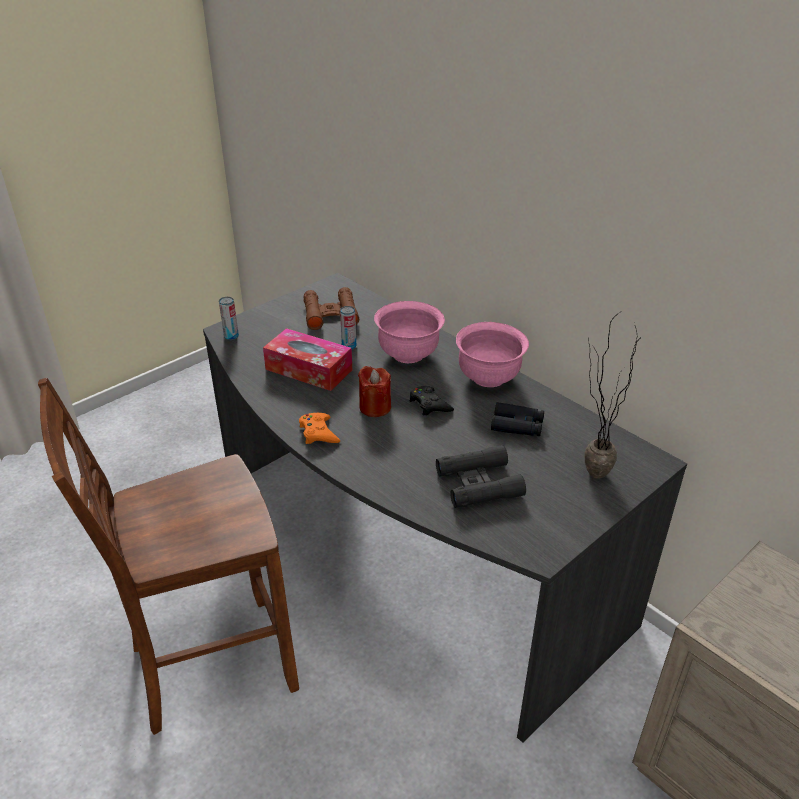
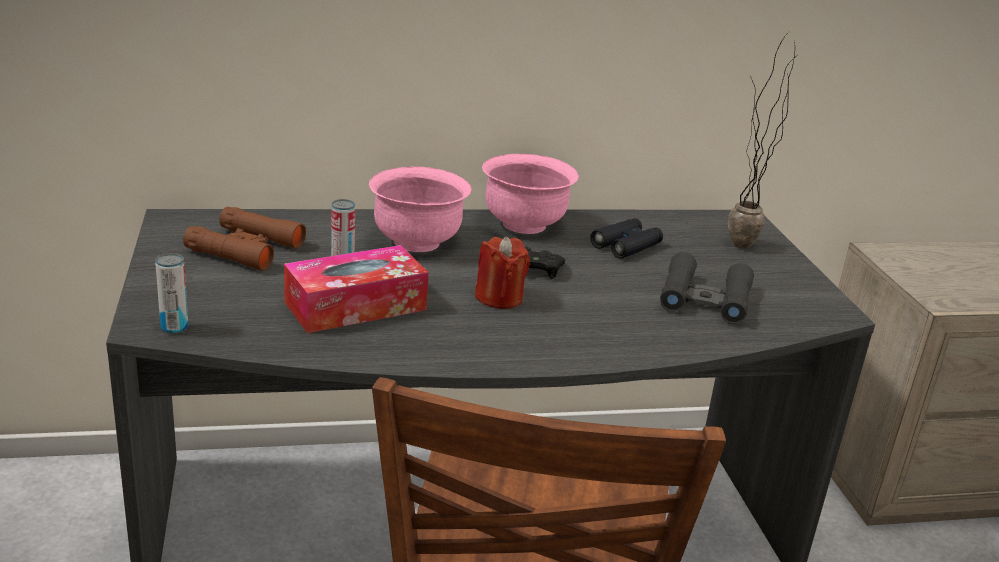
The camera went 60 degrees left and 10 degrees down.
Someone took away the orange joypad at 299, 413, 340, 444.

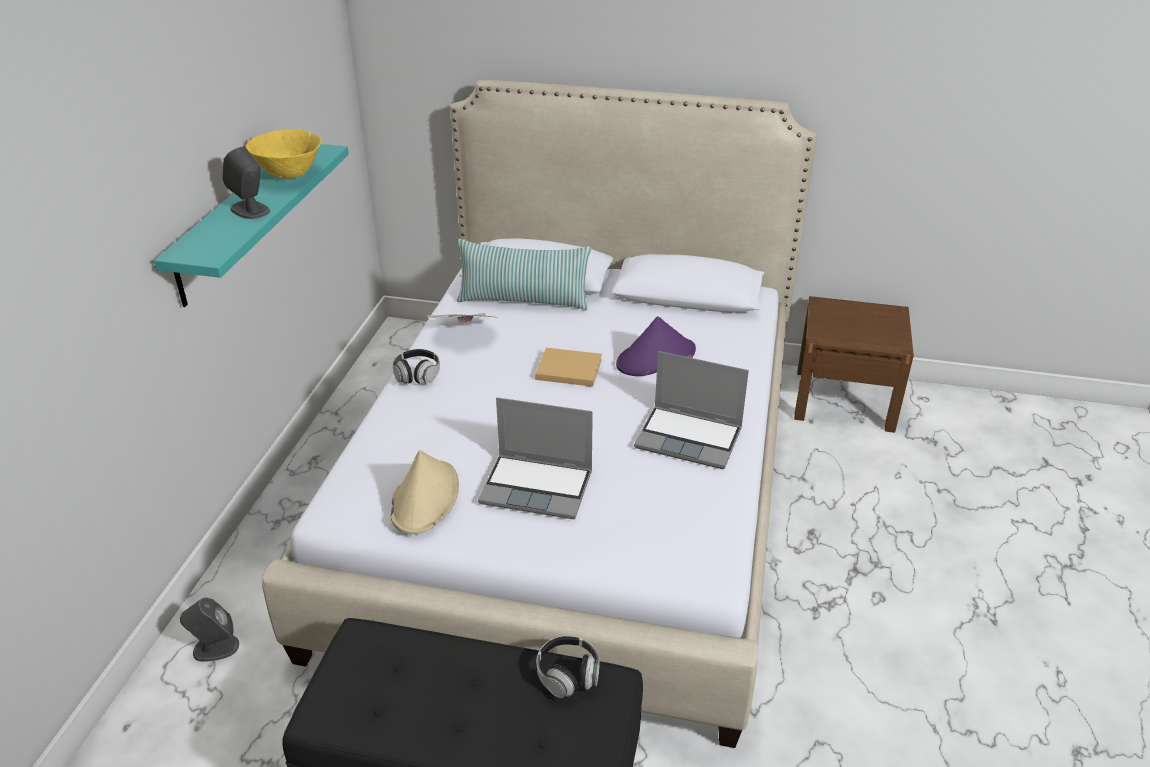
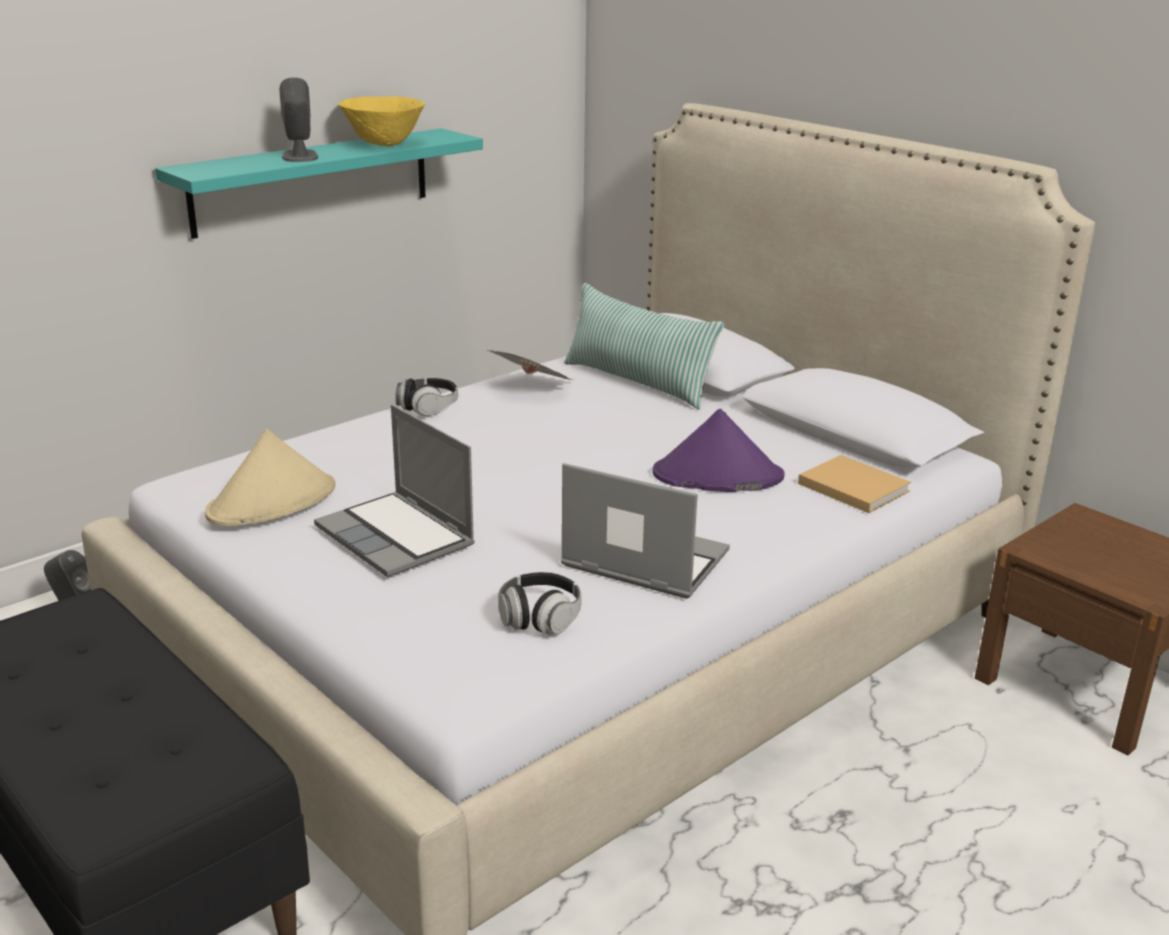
The camera went 35 degrees right and 10 degrees down.
Someone carried the beige-coloured bound book from 535, 348, 602, 387 to 798, 455, 911, 513.
Someone carried the pair of headphones from 537, 636, 600, 698 to 498, 572, 581, 634.
Someone rotated the portable computer at 634, 351, 749, 469 by 150 degrees clockwise.

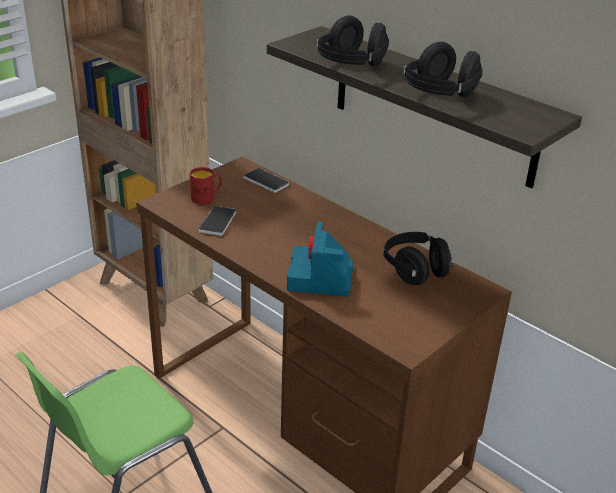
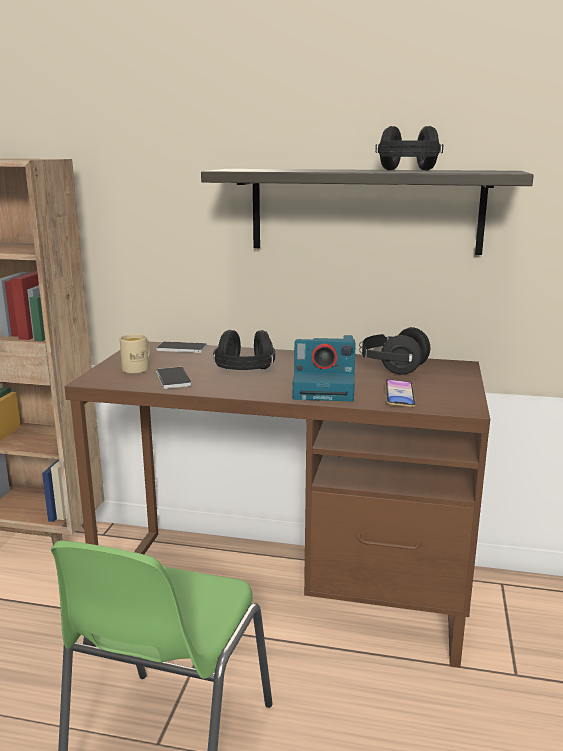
The camera went 30 degrees left and 15 degrees down.
Someone repainted the red-coloured coffee mug at 190, 167, 222, 205, which became the beige-coloured coffee mug at 120, 334, 151, 374.
Someone rotated the still camera at 287, 222, 353, 296 by 60 degrees counterclockwise.
Someone carried the blackish pair of headphones from 316, 16, 389, 67 to 213, 330, 275, 370.
Someone put down the telephone at 385, 379, 416, 407.

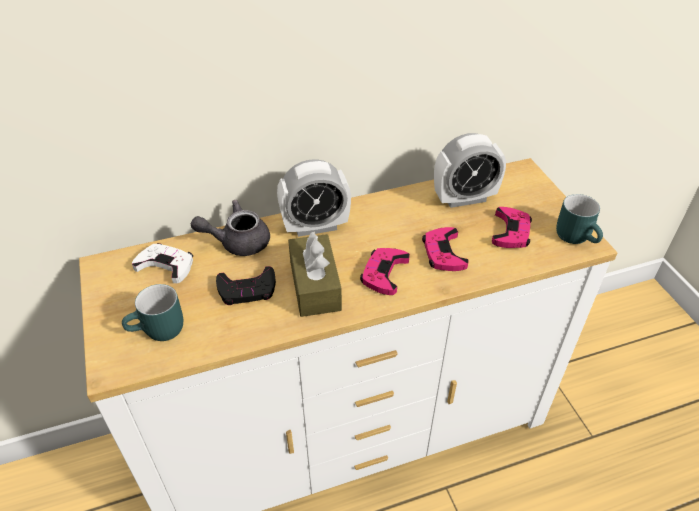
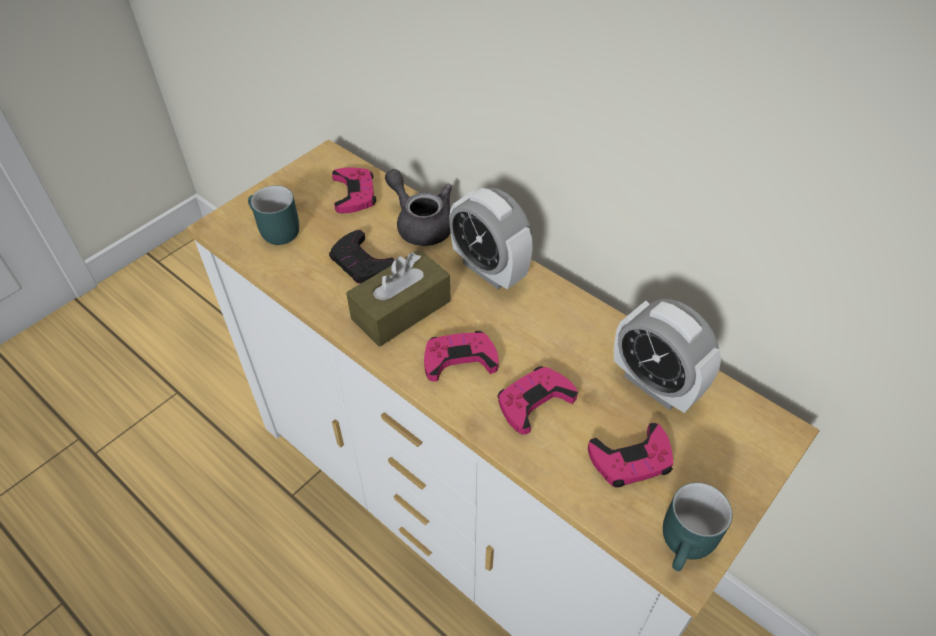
The camera went 60 degrees right and 5 degrees up.
Someone repainted the whitish joypad at 132, 243, 193, 283, which became the pinkish joypad at 332, 167, 376, 213.

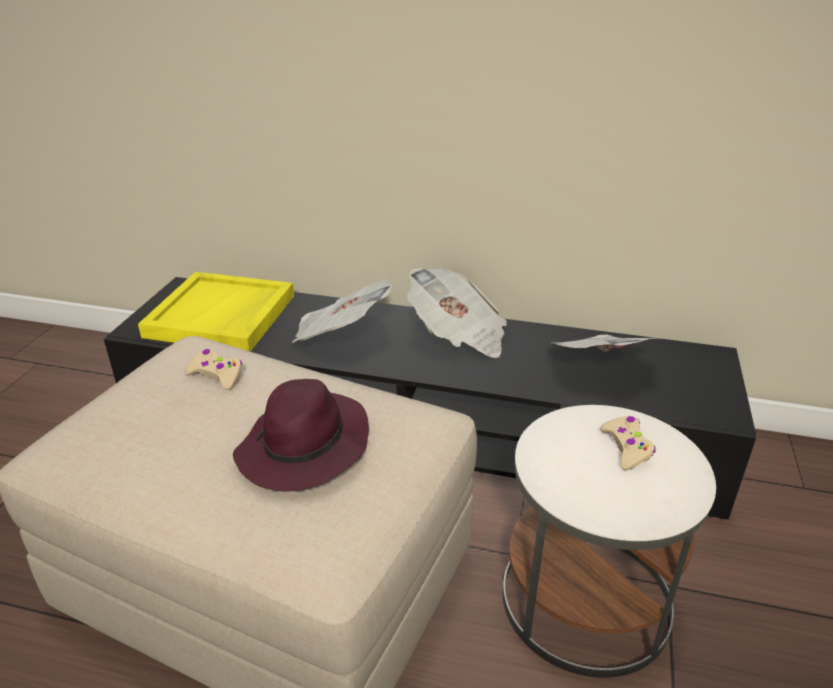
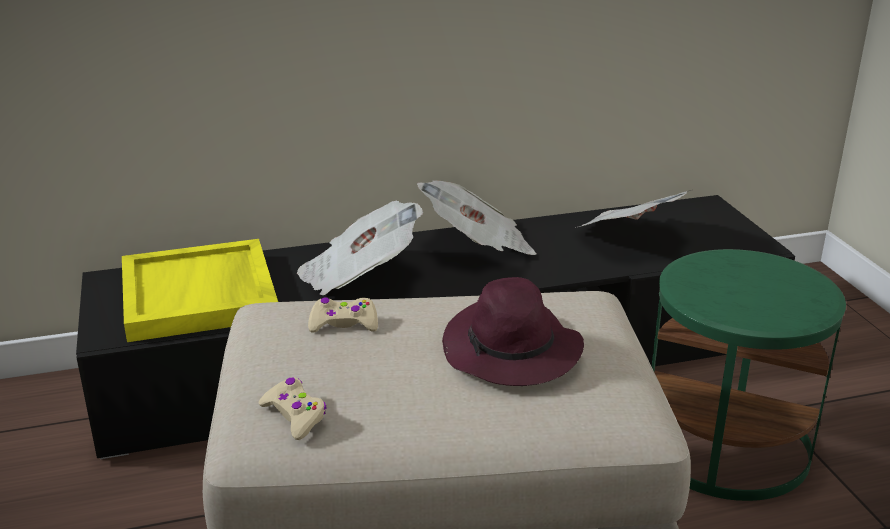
The camera went 30 degrees left and 5 degrees down.
Someone repainted the whitish end table at 503, 405, 716, 678, which became the green end table at 652, 249, 846, 501.
Someone carried the beige-coloured joypad from 600, 416, 656, 470 to 258, 377, 327, 440.

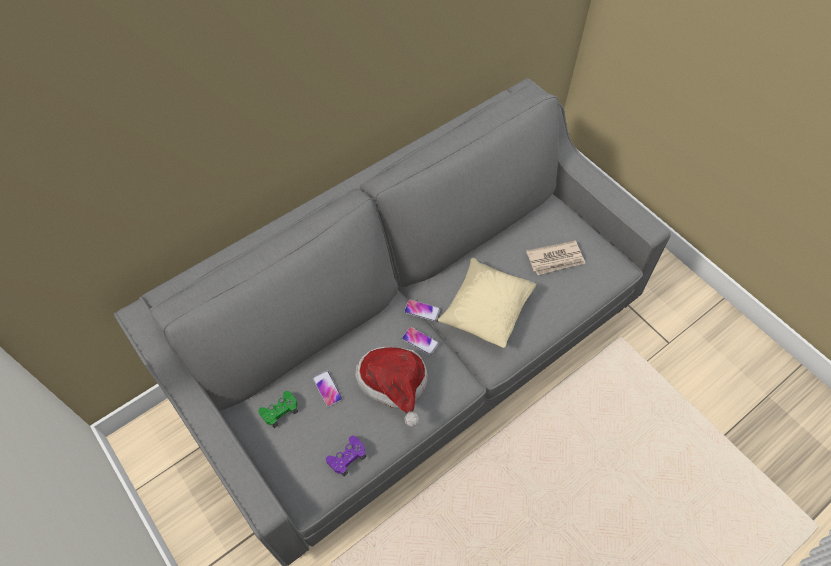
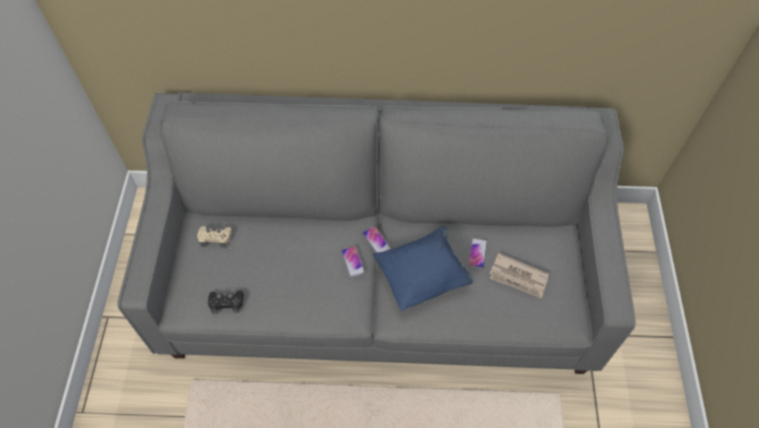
The camera went 40 degrees right and 0 degrees up.
Someone repainted the green joypad at 258, 391, 298, 428, which became the beige-coloured joypad at 197, 226, 232, 248.
Someone carried the telephone from 313, 371, 342, 407 to 468, 238, 487, 269.
Someone repainted the purplish joypad at 326, 436, 366, 476, which became the blackish joypad at 208, 290, 244, 314.
Someone took away the wearable hat at 355, 346, 427, 427.
Someone repainted the beige-coloured cushion at 438, 258, 536, 348, which became the bluish cushion at 373, 226, 474, 311.

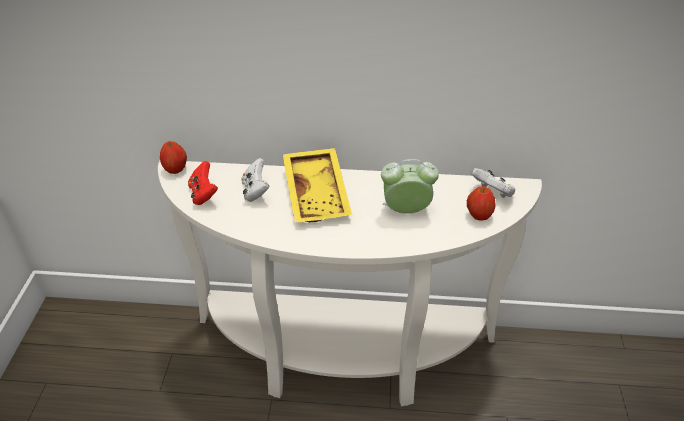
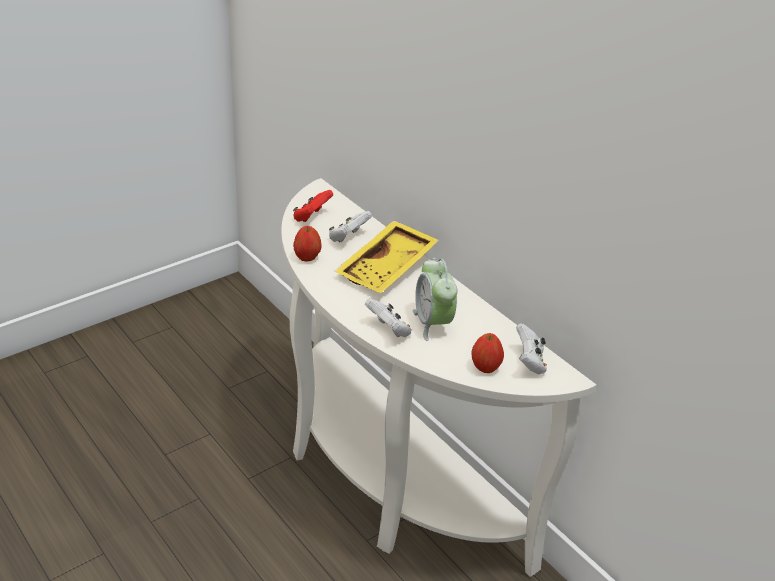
The camera went 45 degrees right and 5 degrees down.
Someone carried the whole apple from 160, 141, 187, 174 to 293, 226, 322, 262.
Someone rotated the bedside clock at 381, 159, 439, 214 by 150 degrees counterclockwise.
Someone put down the whitish joypad at 365, 298, 412, 337.

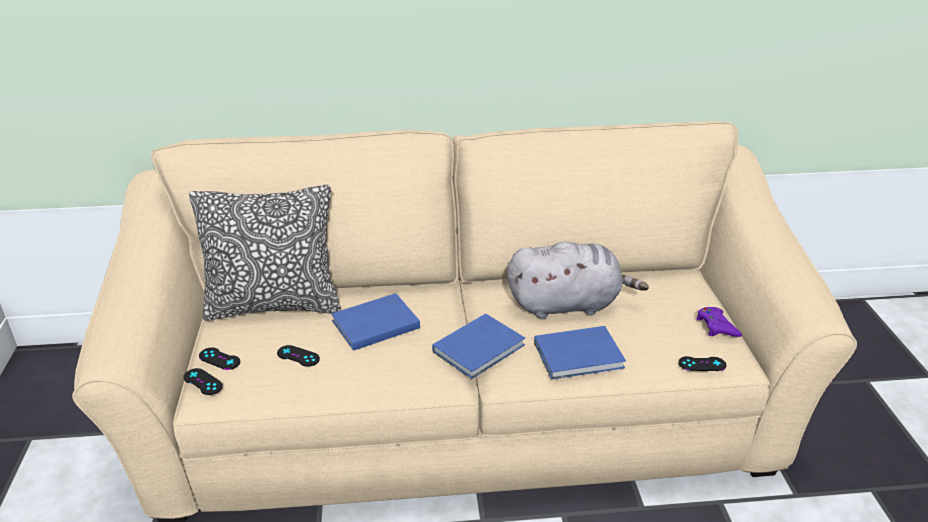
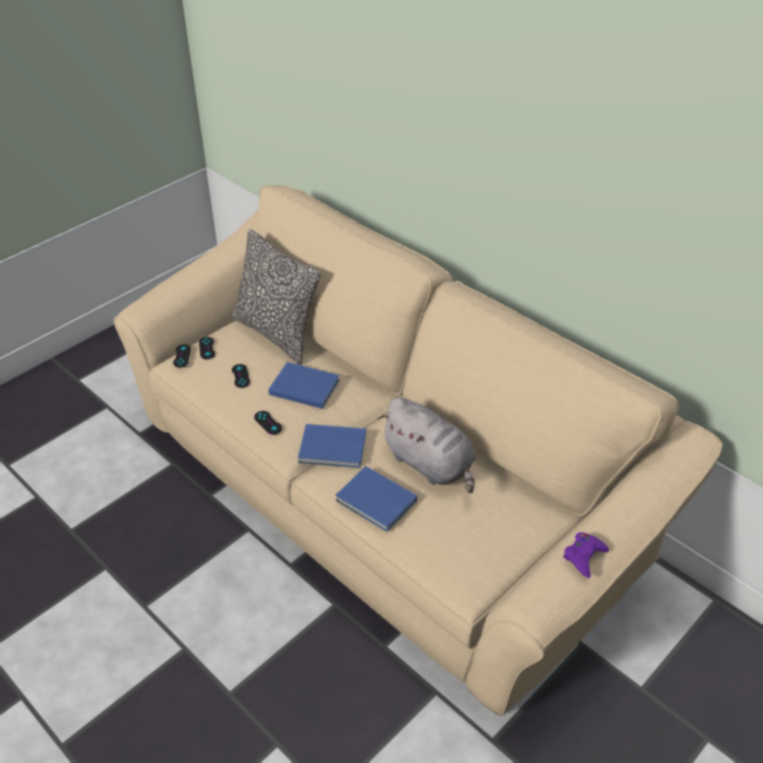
The camera went 50 degrees right and 10 degrees up.
Someone carried the blackish joypad from 678, 356, 727, 371 to 254, 411, 282, 435.
Someone carried the purplish joypad from 696, 307, 742, 337 to 563, 532, 609, 578.

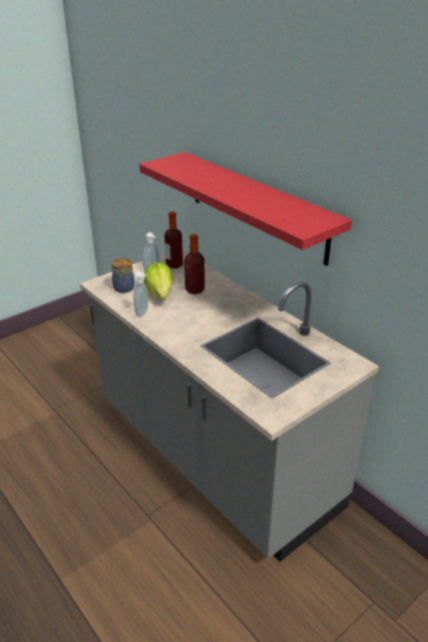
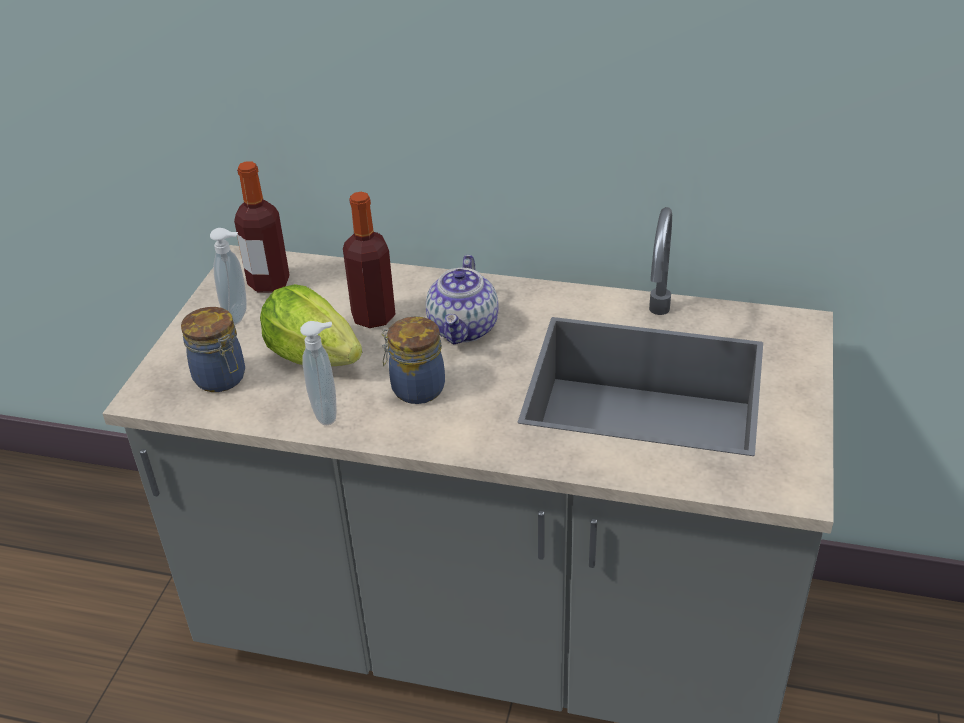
The camera went 35 degrees left and 5 degrees up.
Someone took away the red-coloured bracket shelf at 139, 152, 352, 266.
Someone put down the storage jar at 381, 317, 445, 404.
Someone put down the tea pot at 426, 255, 499, 345.

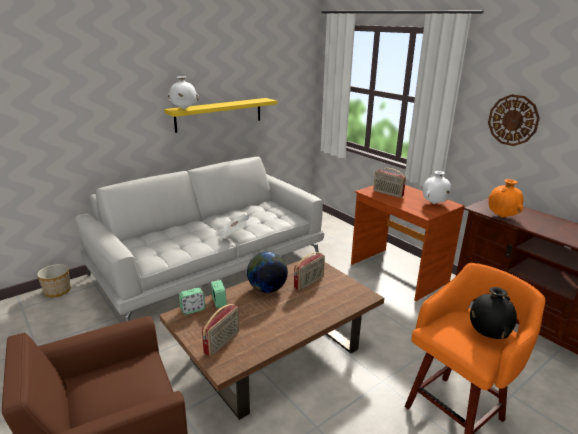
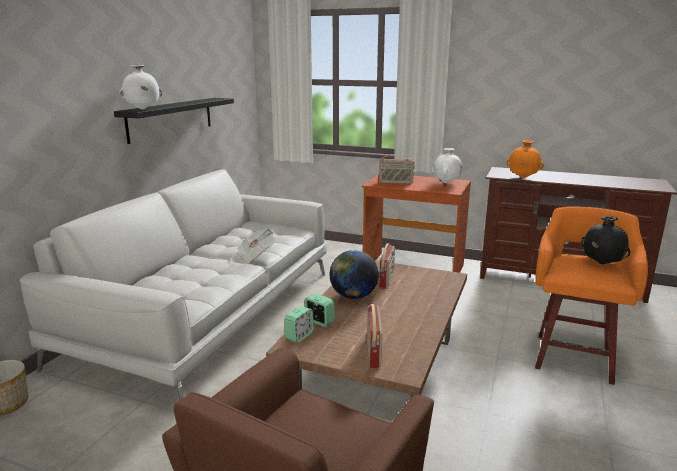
The camera went 30 degrees left and 5 degrees down.
Someone repainted the yellow-coloured bracket shelf at 164, 98, 277, 133, which became the blackish bracket shelf at 114, 98, 234, 144.
Someone took away the hanging clock at 488, 94, 540, 146.

